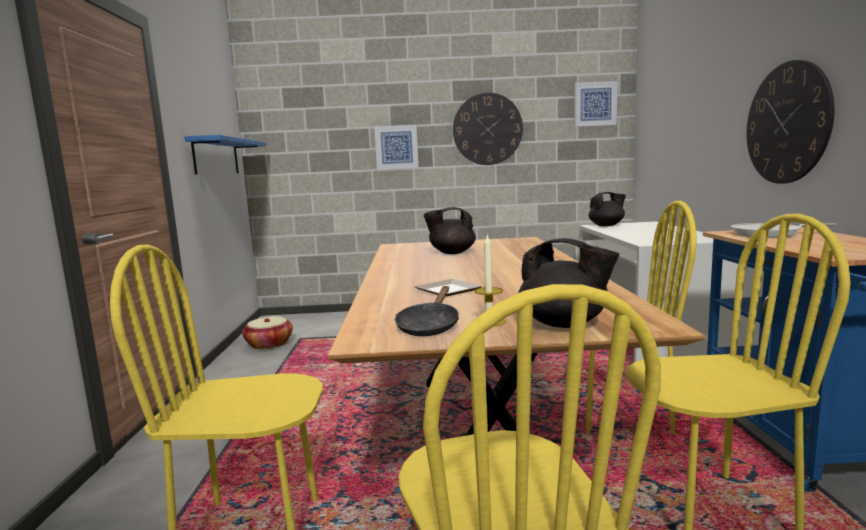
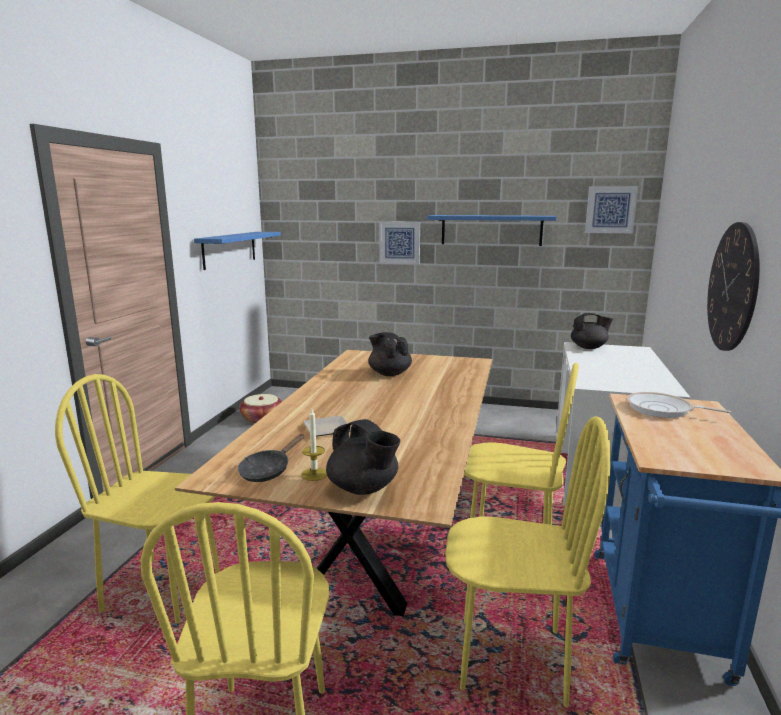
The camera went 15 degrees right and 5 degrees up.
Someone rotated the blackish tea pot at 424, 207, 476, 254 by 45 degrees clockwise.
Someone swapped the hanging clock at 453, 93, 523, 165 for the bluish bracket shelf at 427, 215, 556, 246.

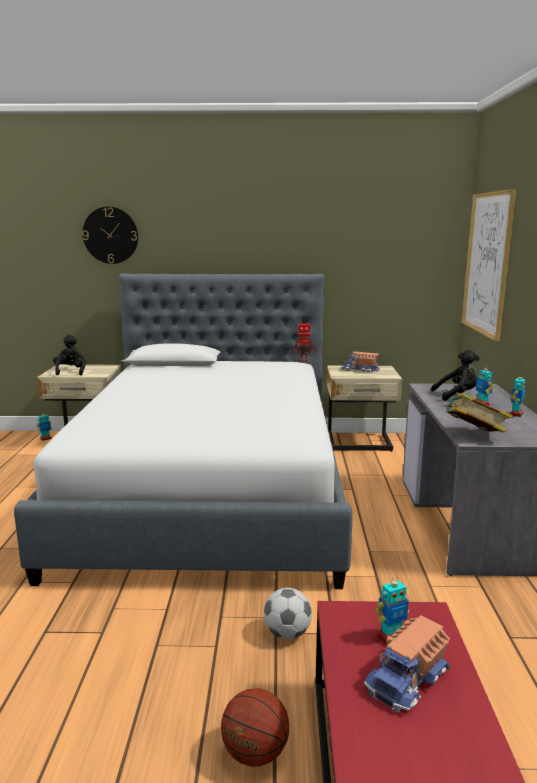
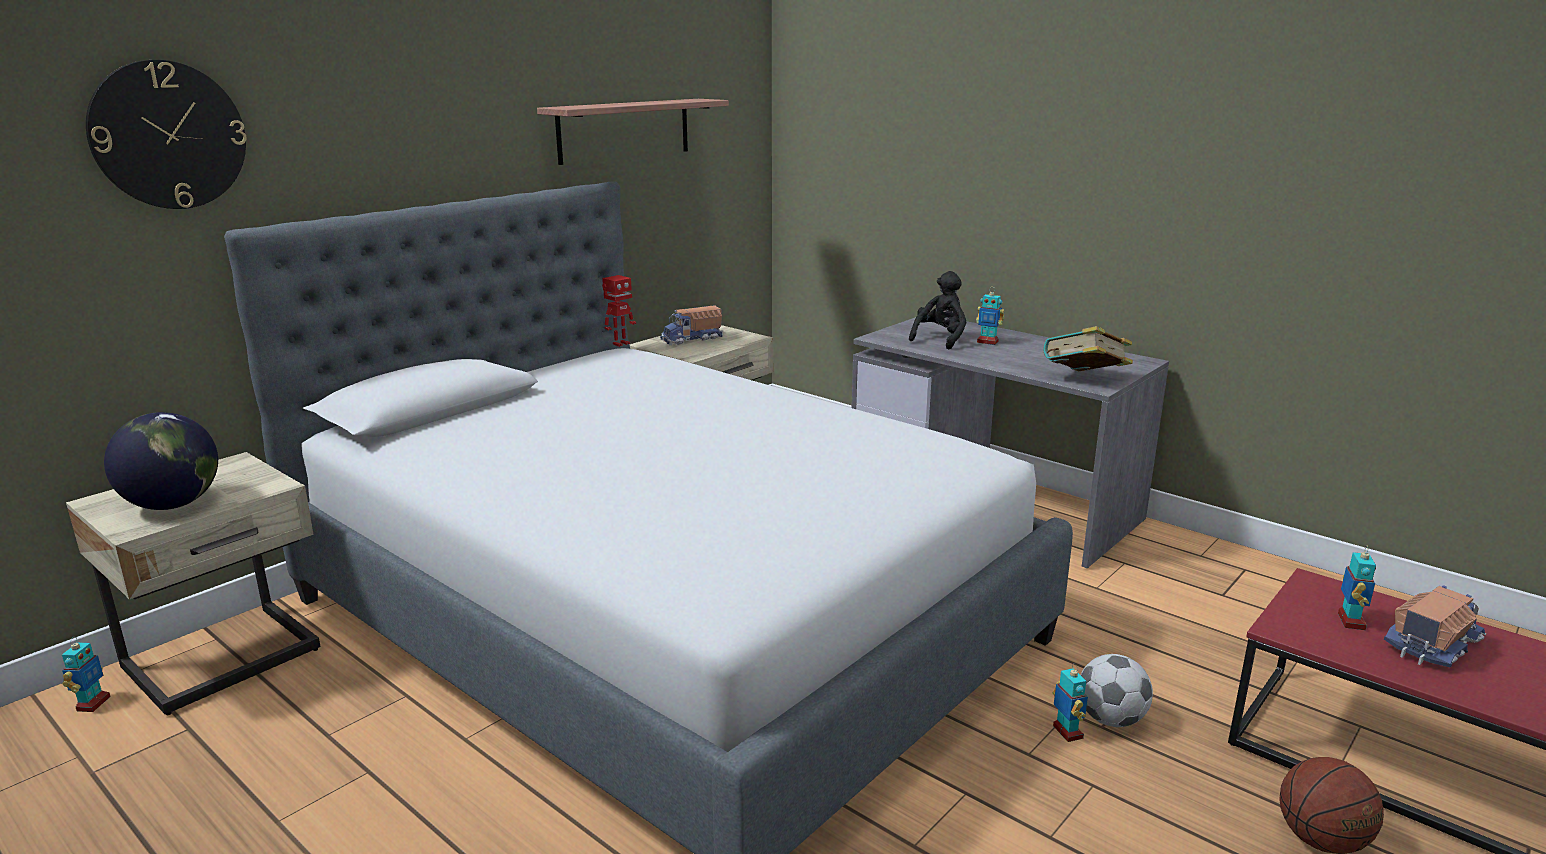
The camera went 50 degrees left and 5 degrees up.
Someone swapped the blackish plush toy at 53, 335, 86, 375 for the desk globe at 104, 412, 218, 510.
Someone rotated the toy truck at 364, 615, 450, 713 by 120 degrees counterclockwise.
Someone took away the picture at 461, 189, 516, 342.
Someone carried the robot figure from 511, 373, 526, 417 to 1053, 663, 1088, 742.
Someone put up the bracket shelf at 537, 99, 729, 165.

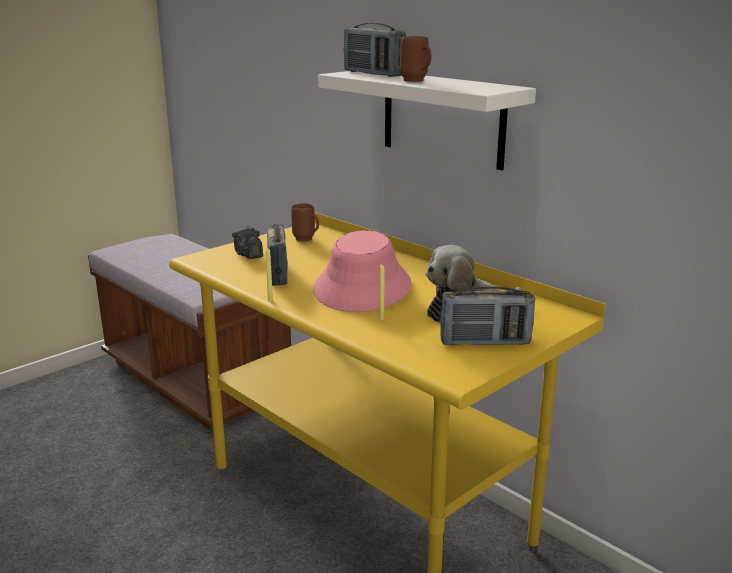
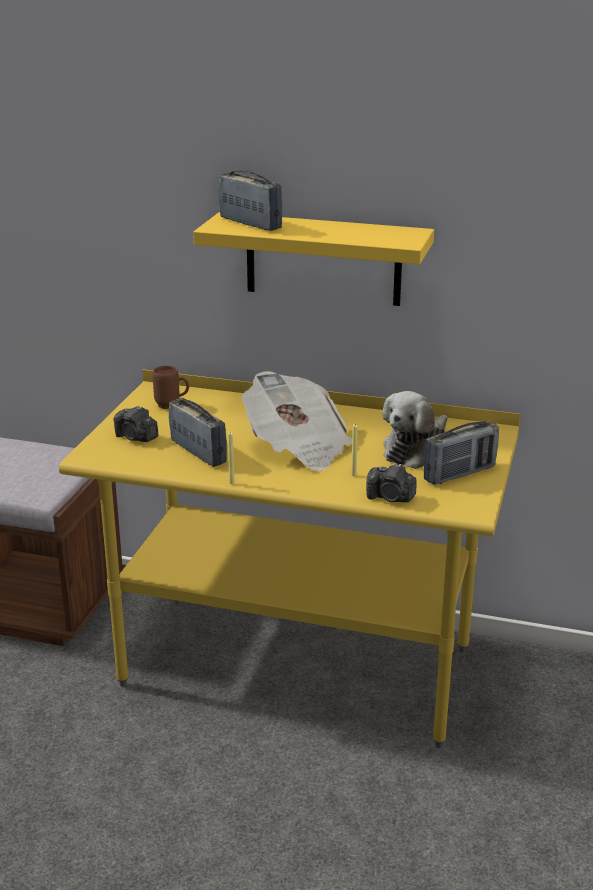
The camera went 30 degrees left and 5 degrees up.
Someone swapped the pinkish wearable hat at 313, 230, 412, 312 for the printed paper at 242, 371, 352, 471.
Someone repainted the whitish bracket shelf at 318, 71, 536, 170, which became the yellow-coloured bracket shelf at 193, 212, 434, 306.
Someone rotated the radio set at 344, 23, 406, 77 by 150 degrees counterclockwise.
Someone took away the brown coffee mug at 400, 36, 432, 82.
Someone put down the still camera at 366, 463, 417, 502.

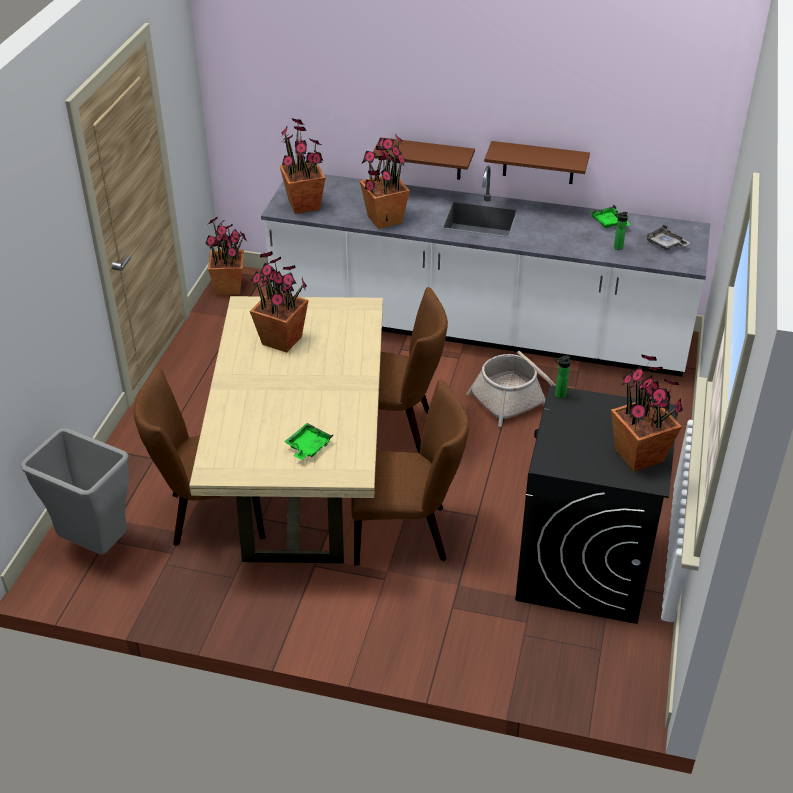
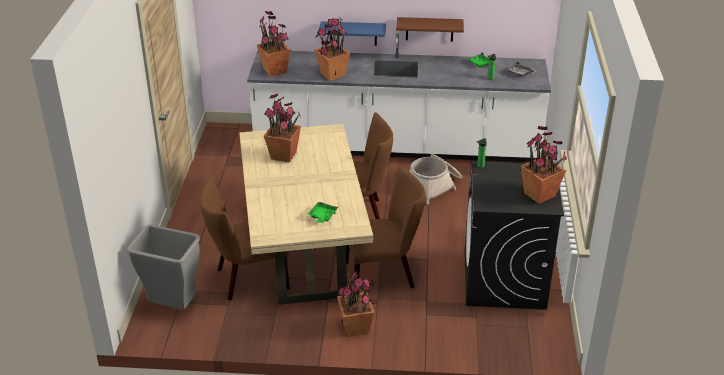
The camera went 10 degrees left and 5 degrees down.
Someone carried the plant in a pot from 205, 216, 247, 295 to 337, 271, 375, 337.
Someone repainted the brown bracket shelf at 373, 137, 475, 180, which became the bluish bracket shelf at 319, 21, 386, 46.

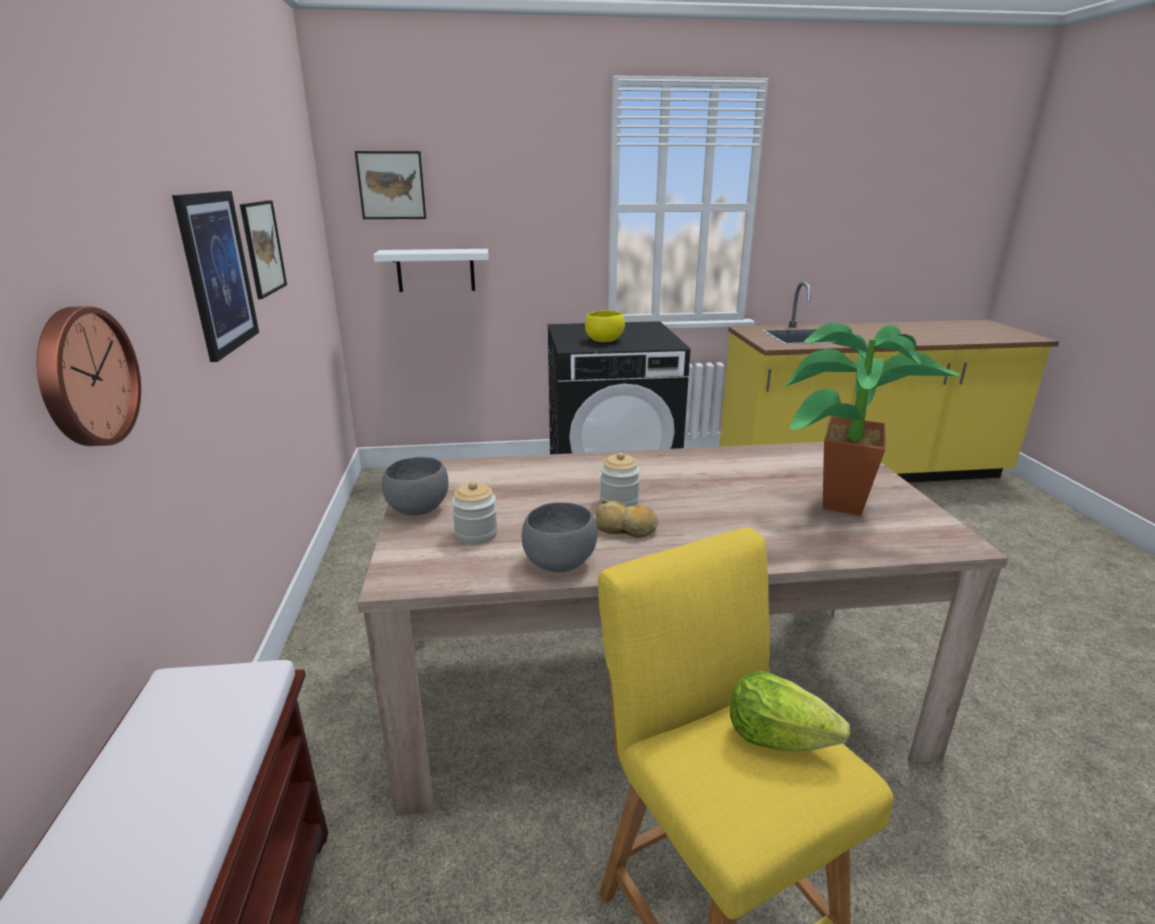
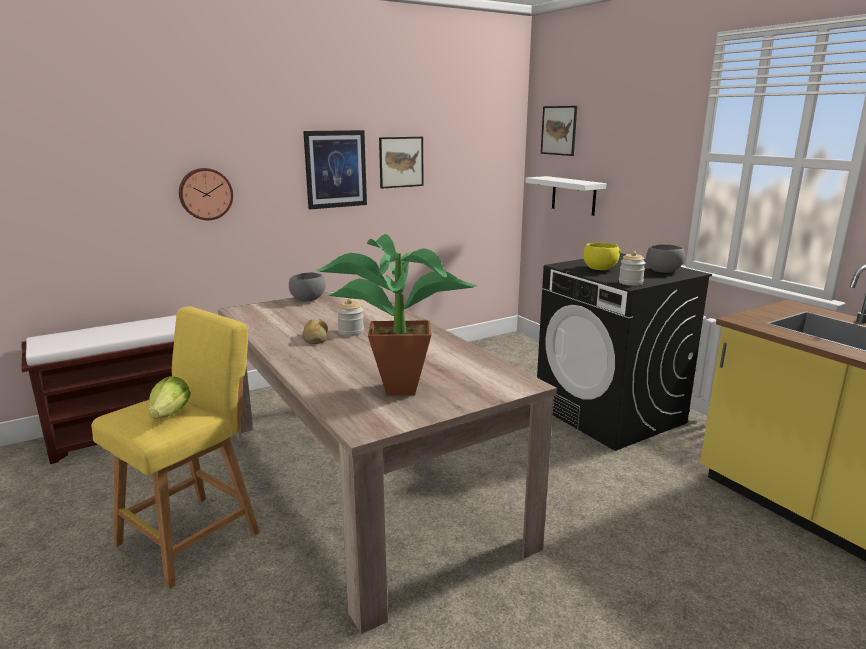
The camera went 65 degrees right and 5 degrees down.
Someone carried the storage jar from 452, 481, 498, 544 to 619, 251, 646, 286.
Someone carried the greyish serving bowl from 522, 502, 598, 572 to 646, 244, 685, 273.

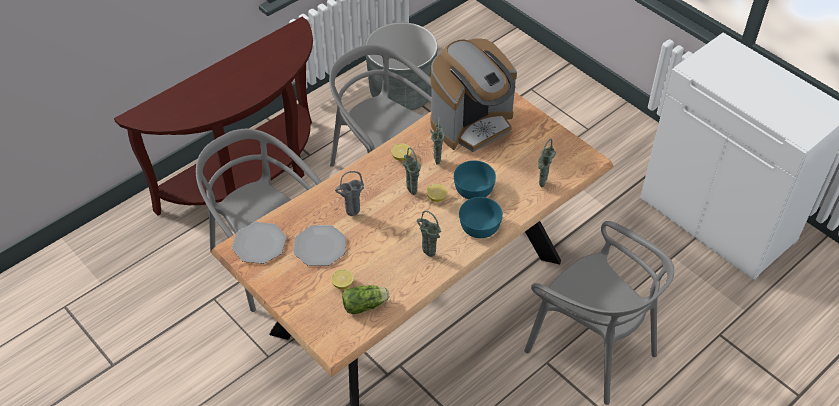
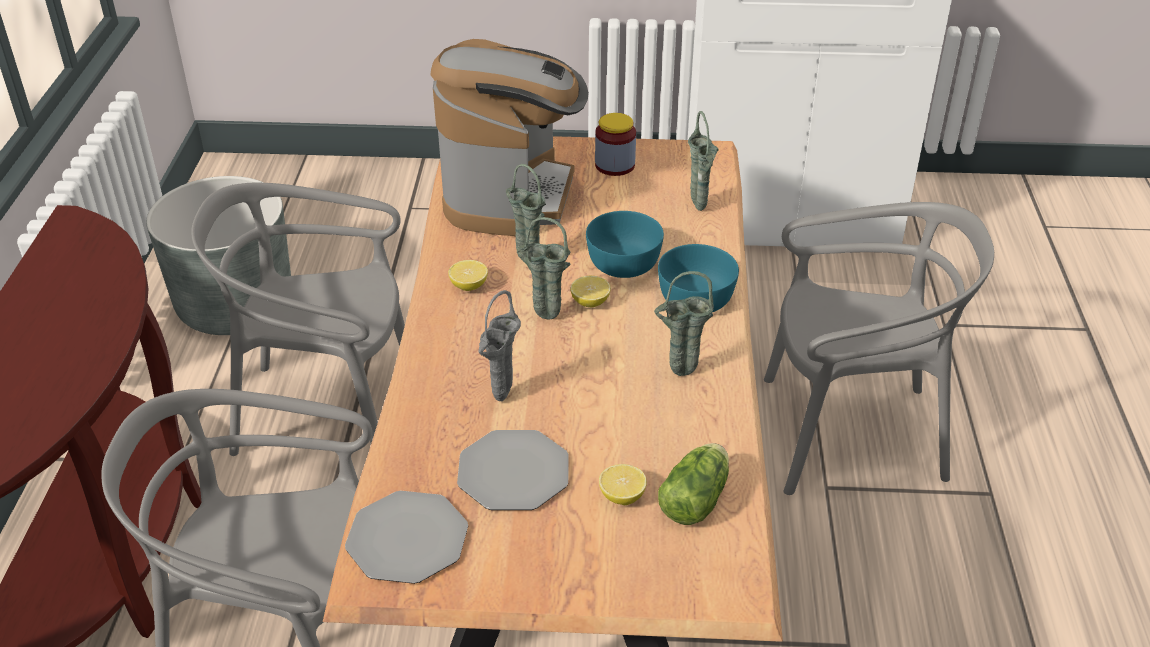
The camera went 45 degrees left and 10 degrees down.
Someone put down the storage jar at 595, 113, 636, 176.

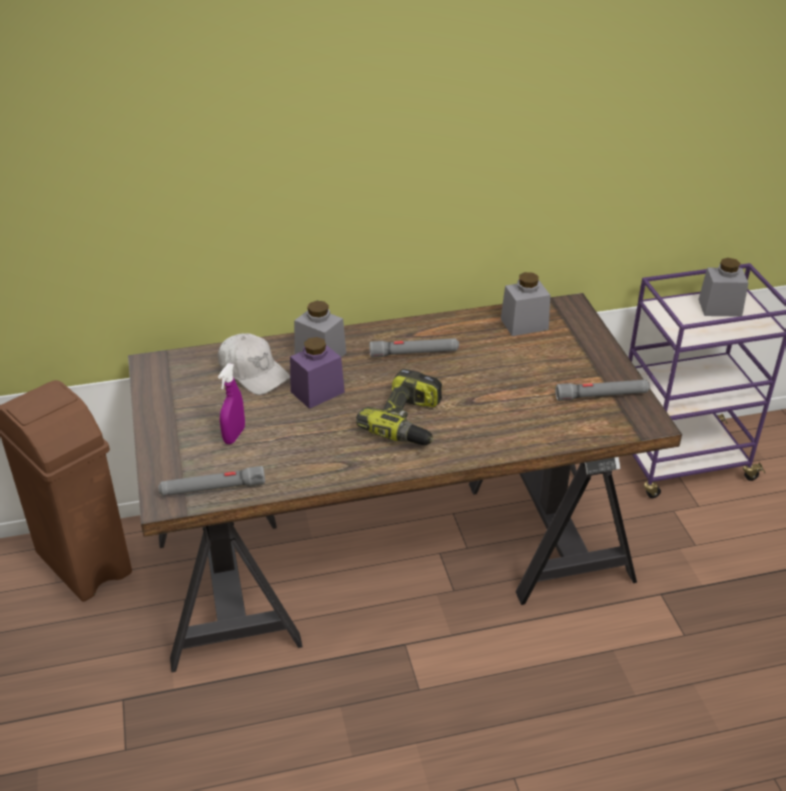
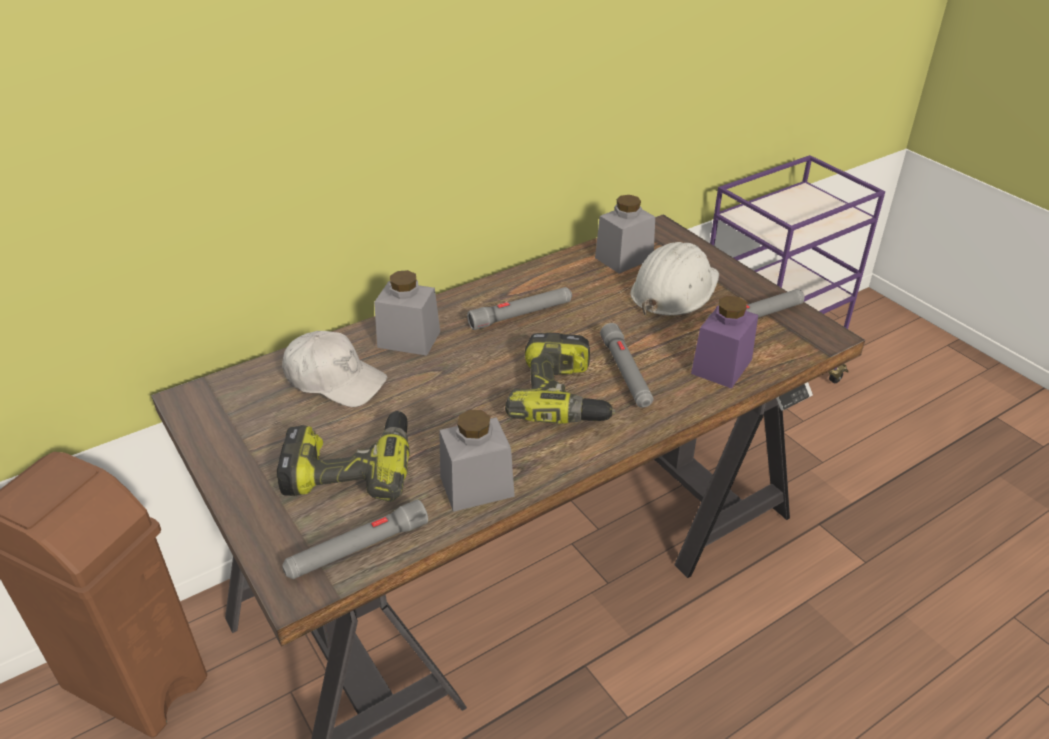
The camera went 20 degrees left and 0 degrees up.
Someone swapped the purplish spray bottle at 218, 363, 245, 444 for the power drill at 277, 411, 410, 502.
Someone carried the purplish storage jar from 290, 337, 345, 409 to 691, 296, 758, 389.
Someone carried the greyish storage jar from 698, 258, 748, 317 to 439, 410, 515, 512.
Someone put down the greyish torch at 600, 323, 653, 408.
Someone put down the whitish hard hat at 630, 242, 719, 316.

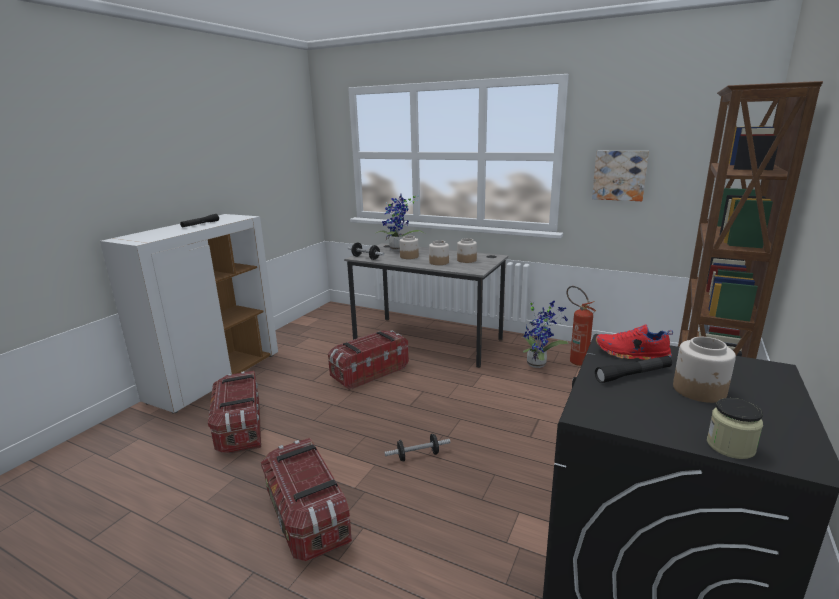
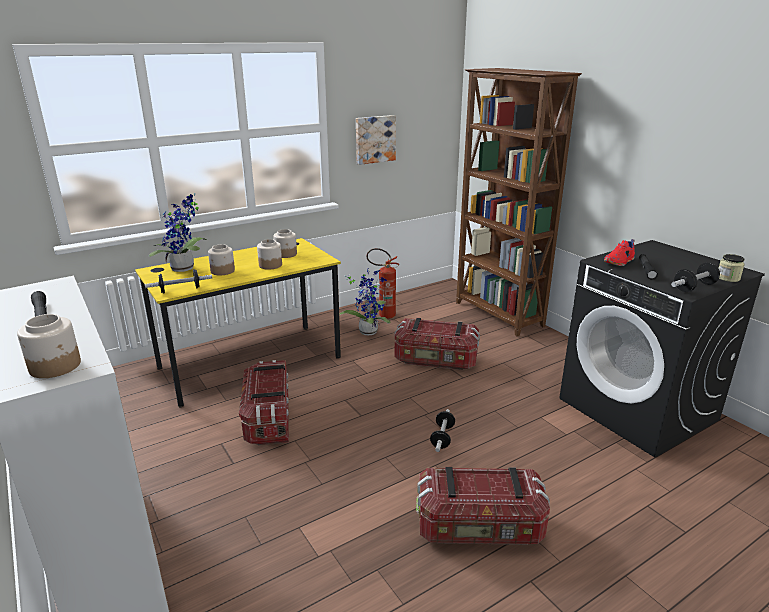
The camera went 60 degrees left and 5 degrees up.
Someone carried the storage box from 208, 371, 261, 454 to 394, 318, 480, 370.
Someone repainted the greyish desk unit at 344, 243, 508, 368, which became the yellow-coloured desk unit at 135, 238, 341, 407.
Someone carried the storage jar from 673, 337, 736, 403 to 17, 314, 81, 378.
Someone put down the free weight at 671, 262, 722, 292.

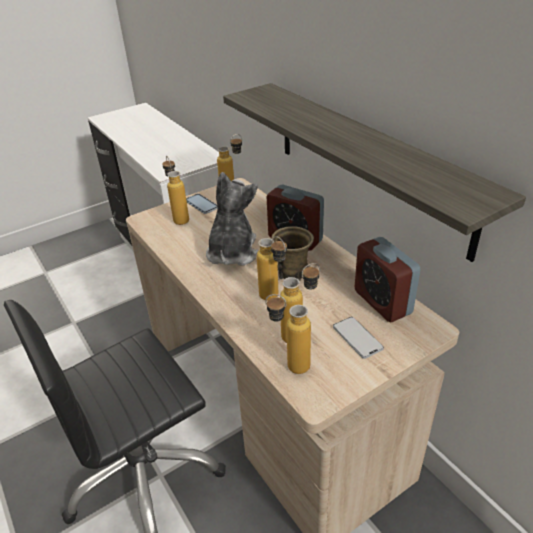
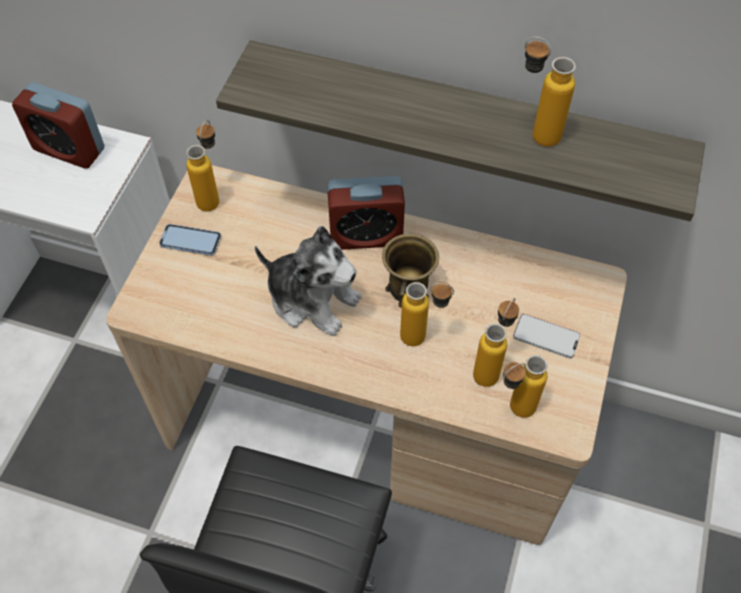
The camera went 40 degrees left and 20 degrees up.
Someone carried the drink bottle from 162, 156, 189, 225 to 525, 37, 576, 147.
Someone rotated the plush toy at 206, 172, 259, 266 by 150 degrees clockwise.
Someone carried the bedside clock from 355, 237, 421, 322 to 12, 82, 105, 169.

